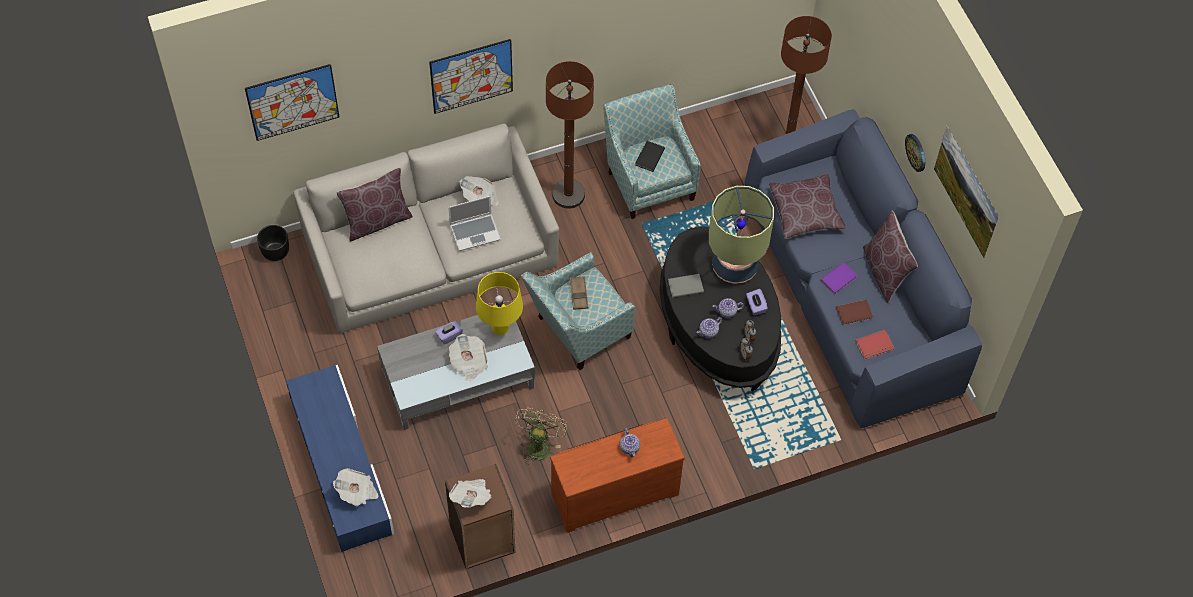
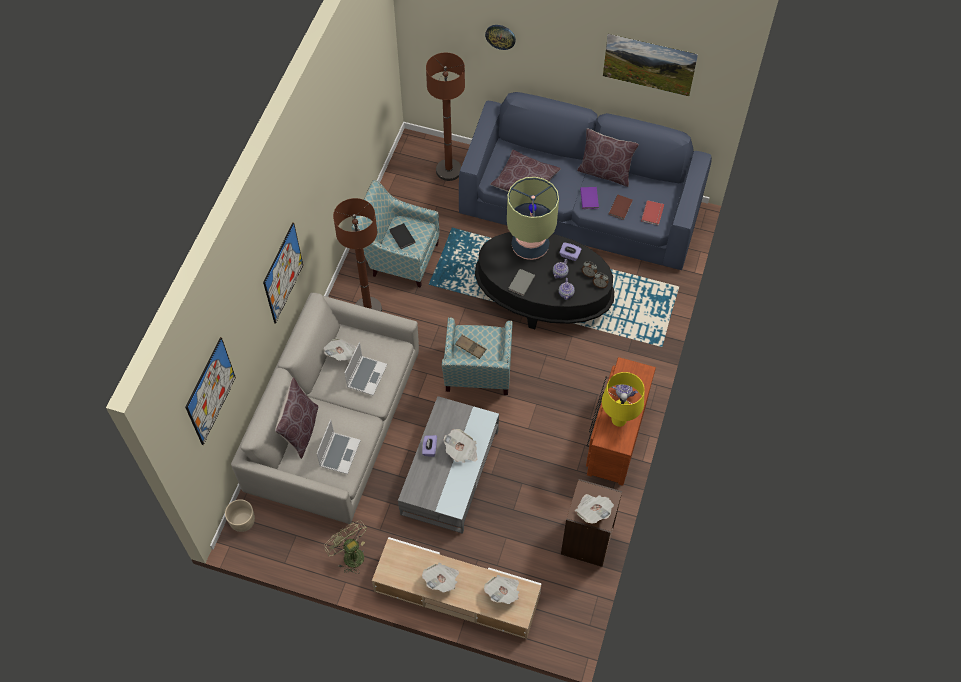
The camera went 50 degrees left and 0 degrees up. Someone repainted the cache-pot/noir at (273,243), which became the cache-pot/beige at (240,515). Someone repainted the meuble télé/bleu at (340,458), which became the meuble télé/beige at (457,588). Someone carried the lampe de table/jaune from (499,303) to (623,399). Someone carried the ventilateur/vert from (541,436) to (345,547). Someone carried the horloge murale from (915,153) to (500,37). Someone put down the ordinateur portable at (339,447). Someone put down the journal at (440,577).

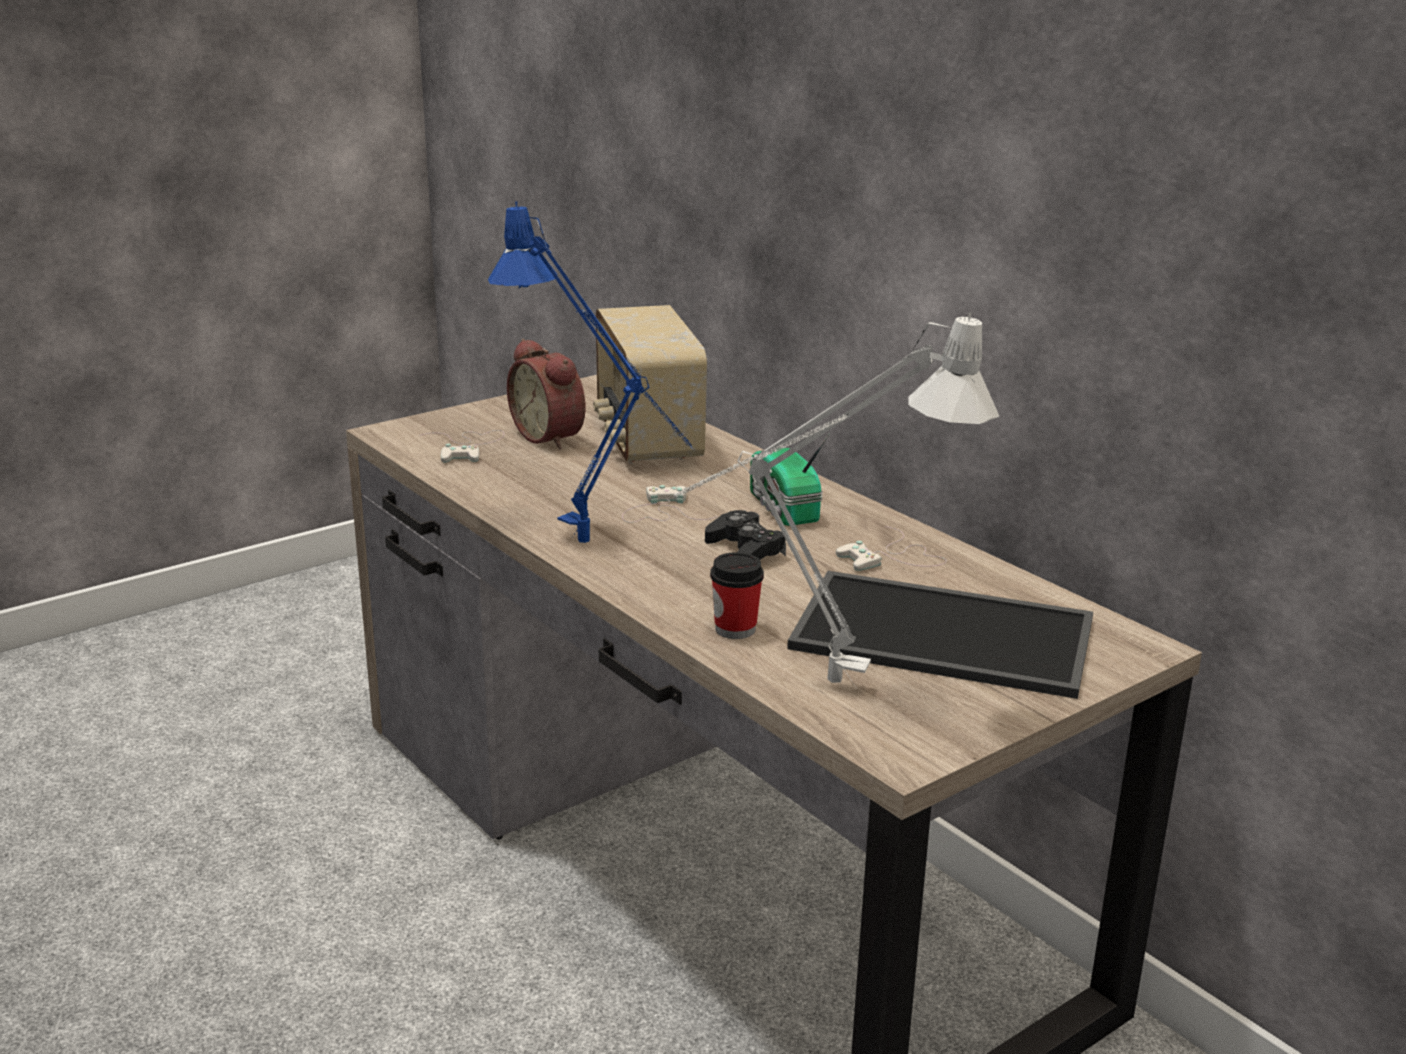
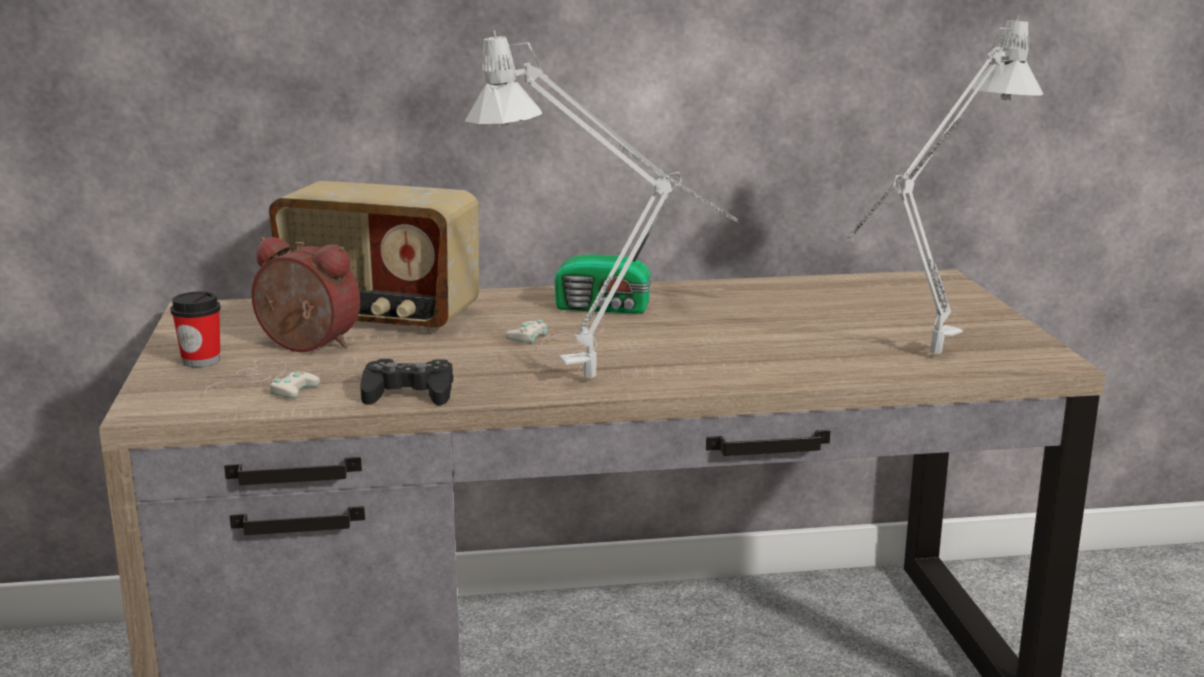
The camera went 60 degrees left and 5 degrees down. Someone repainted the lampe de table/bleu at (590,372), which became the lampe de table/gris at (602,205). Someone rotated the réveil at (546,394) by 150 degrees counterclockwise. Someone carried the manette/noir from (745,535) to (406,382). Someone carried the tasse from (737,595) to (195,329). Someone took away the plateau at (940,635). Someone took away the manette/blanc at (891,548).

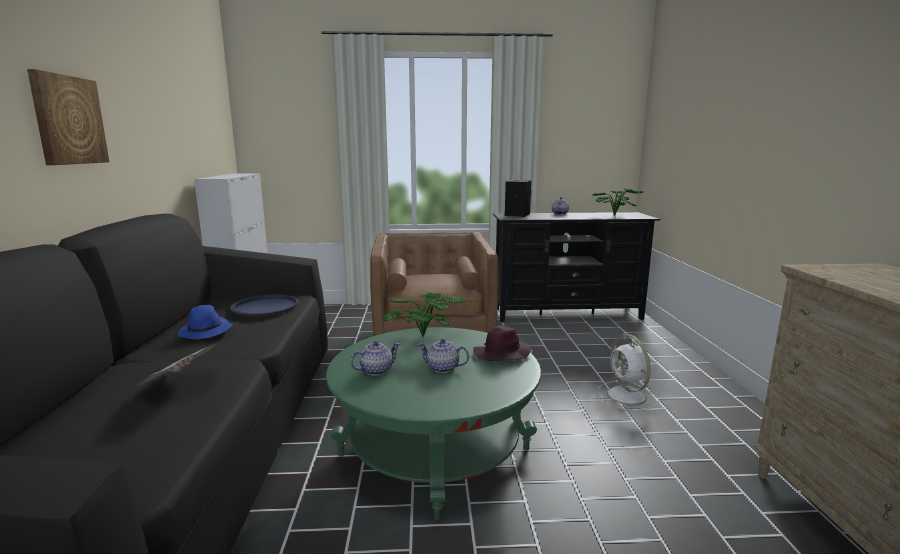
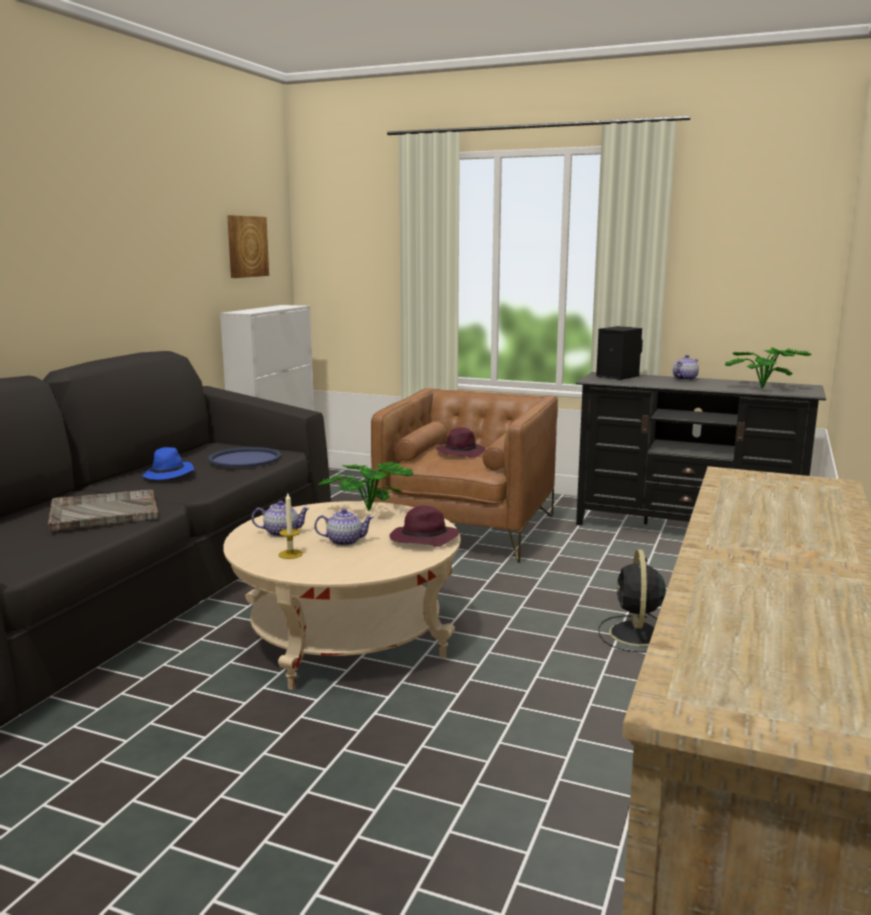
The camera went 25 degrees right and 0 degrees up. Someone carried the tableau from (68,117) to (248,246). Someone swapped the journal at (174,366) for the plateau/gris at (103,510). Someone repainted the table basse/vert at (433,423), which became the table basse/beige at (342,595). Someone rotated the théière at (443,355) by 135 degrees clockwise. Someone repainted the ventilateur/blanc at (628,372), which became the ventilateur/noir at (632,601). Someone put down the bougie at (290,526). Someone put down the chapeau/violet at (461,442).

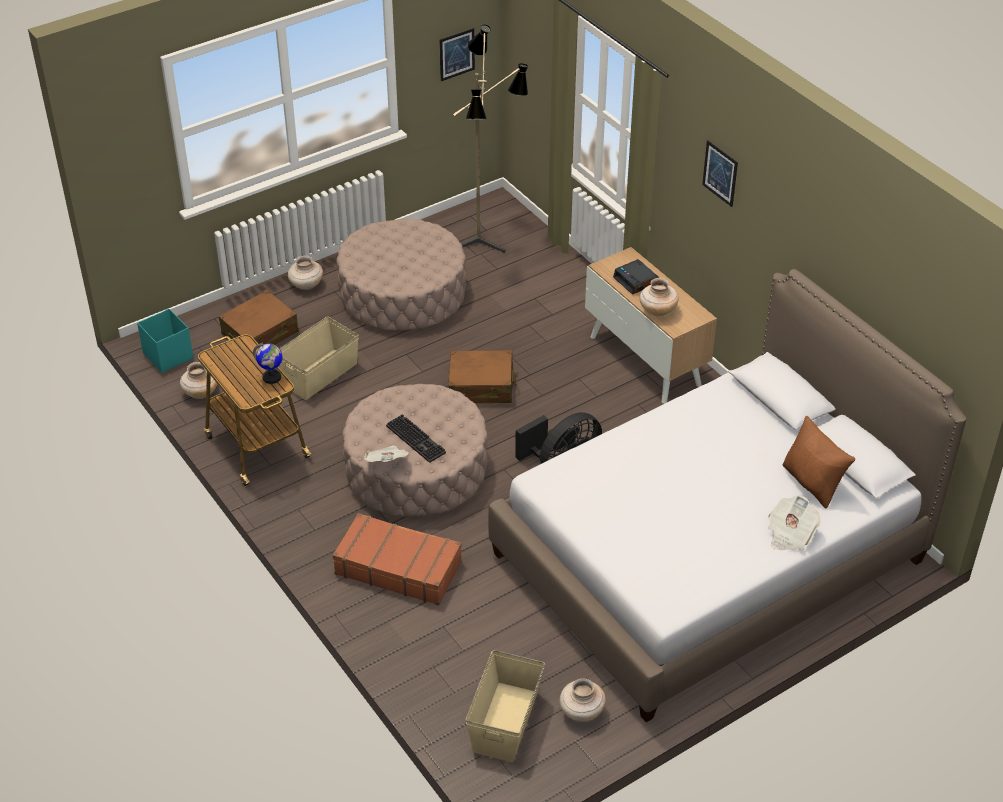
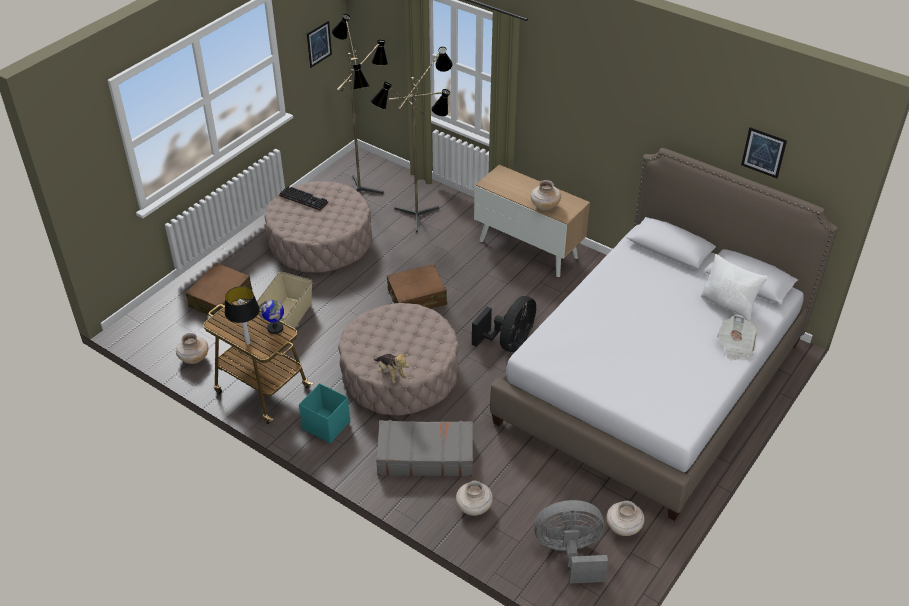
The camera went 20 degrees left and 0 degrees up. Someone carried the boîte de rangement/turquoise from (165,341) to (324,413). Someone carried the vase/beige from (305,272) to (474,498). Someone repainted the valise/marron at (397,559), which became the valise/gris at (424,448). Someone swapped the journal at (387,453) for the peluche at (391,367). Someone carried the clavier from (416,438) to (303,198). Someone swapped the boîte de rangement/beige at (505,706) for the ventilateur/gris at (571,542). Someone took away the réveil at (636,277). Someone carried the tableau from (720,173) to (764,152). Someone repainted the coussin/marron at (819,461), which became the coussin/blanc at (734,287). Someone put down the lampe de table at (242,315). Someone put down the lampadaire at (411,140).

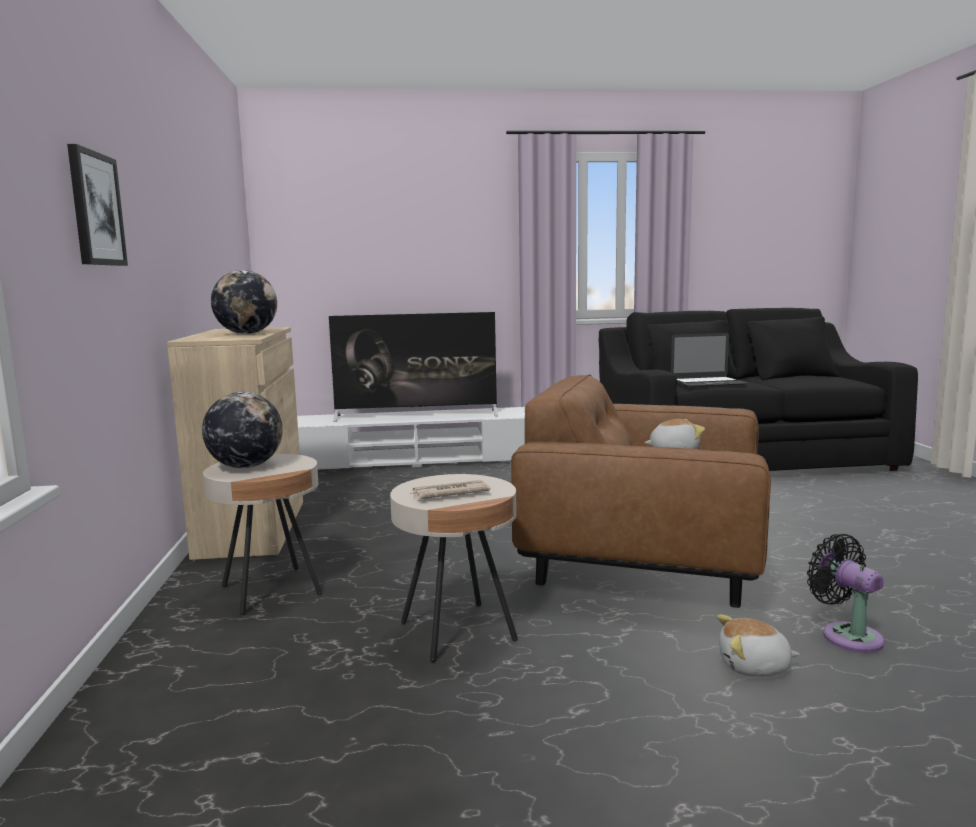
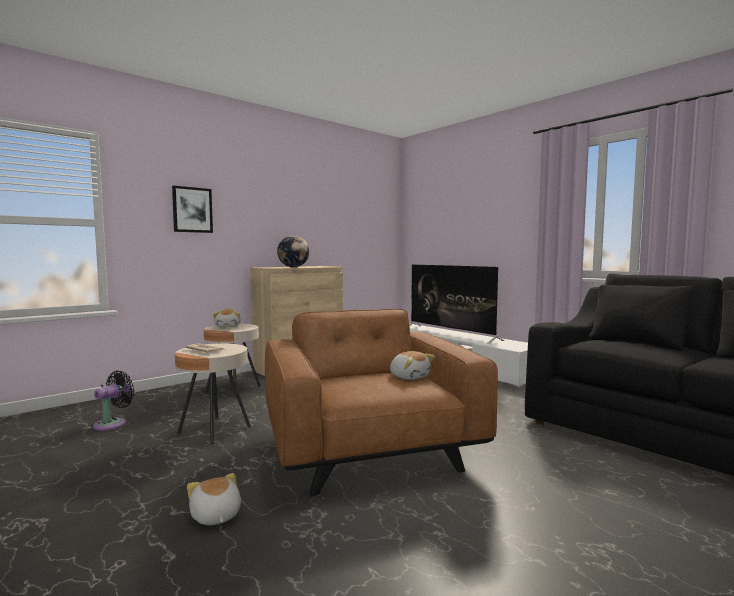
The camera went 55 degrees right and 5 degrees down. Someone swapped the globe at (242,430) for the peluche at (227,318). Someone took away the ordinateur portable at (709,360). Someone carried the ventilateur/noir from (846,593) to (113,400).

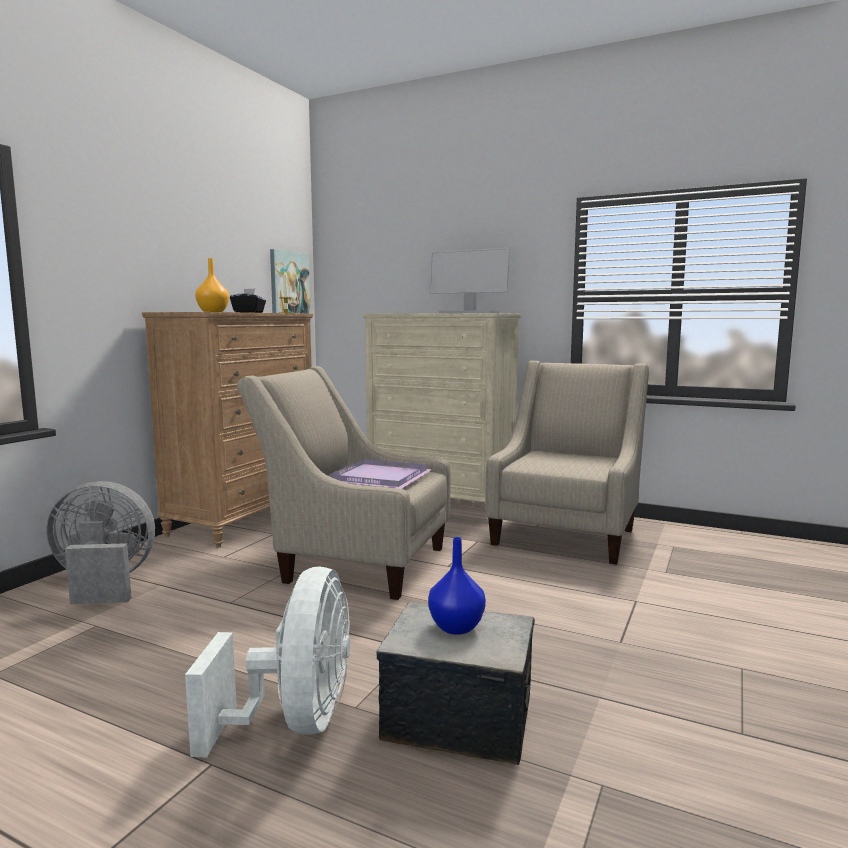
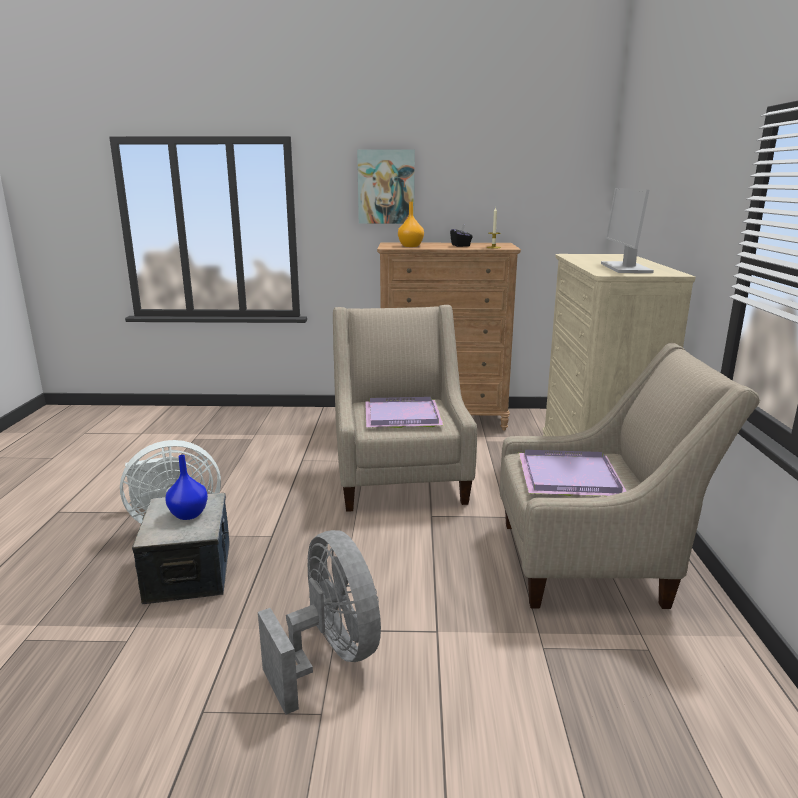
The camera went 65 degrees right and 10 degrees up. Someone carried the ventilateur/gris from (101,542) to (319,622). Someone carried the tableau from (290,285) to (386,186). Someone put down the plateau/violet at (572,473).

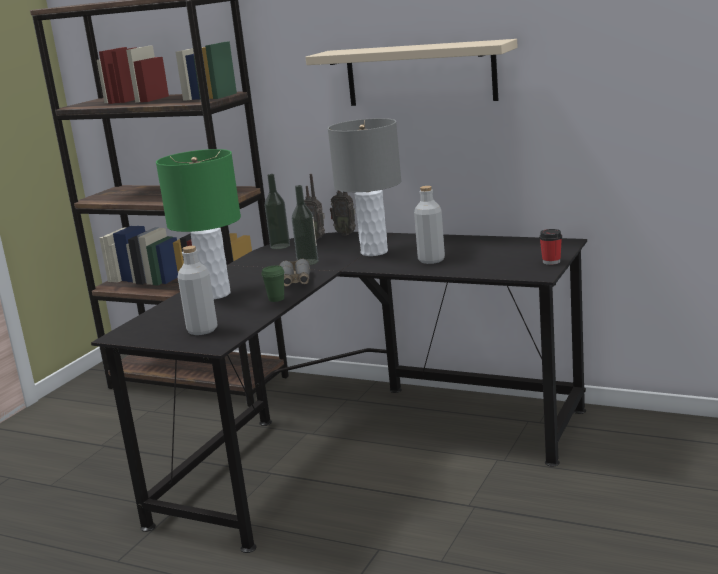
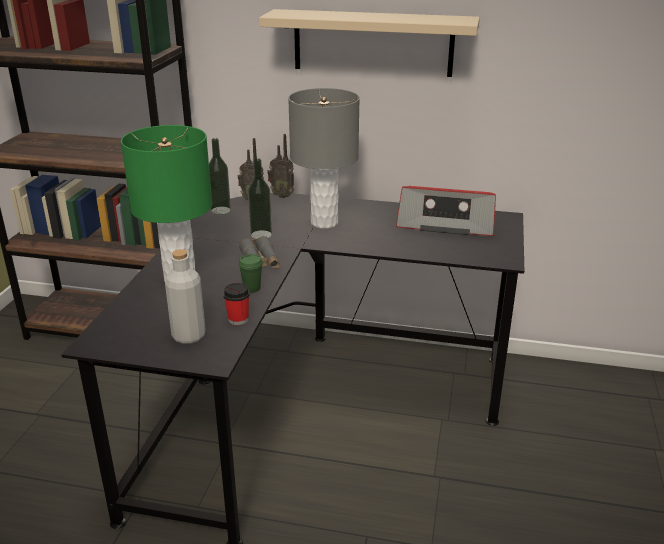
The camera went 15 degrees left and 10 degrees up. Someone took away the bouteille/gris at (429,225). Someone carried the tasse from (550,247) to (236,304). Someone put down the radio at (446,211).

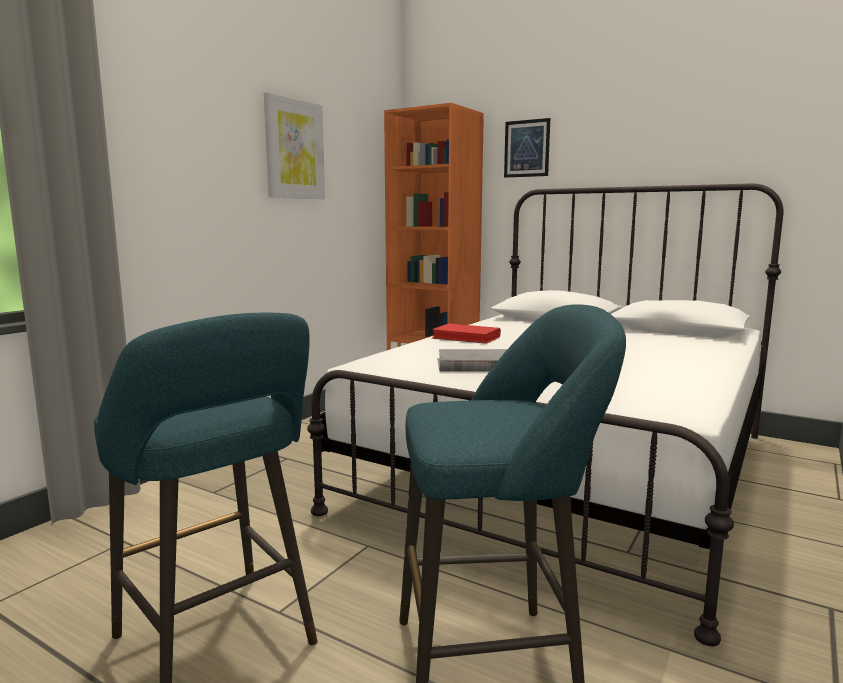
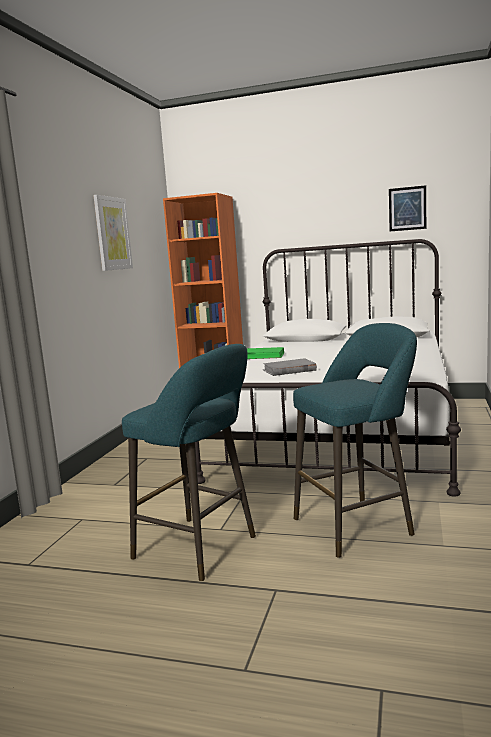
The camera went 15 degrees left and 0 degrees up. Someone repainted the livre/rouge at (466,334), which became the livre/vert at (265,353). Someone carried the tableau from (527,148) to (407,208).

